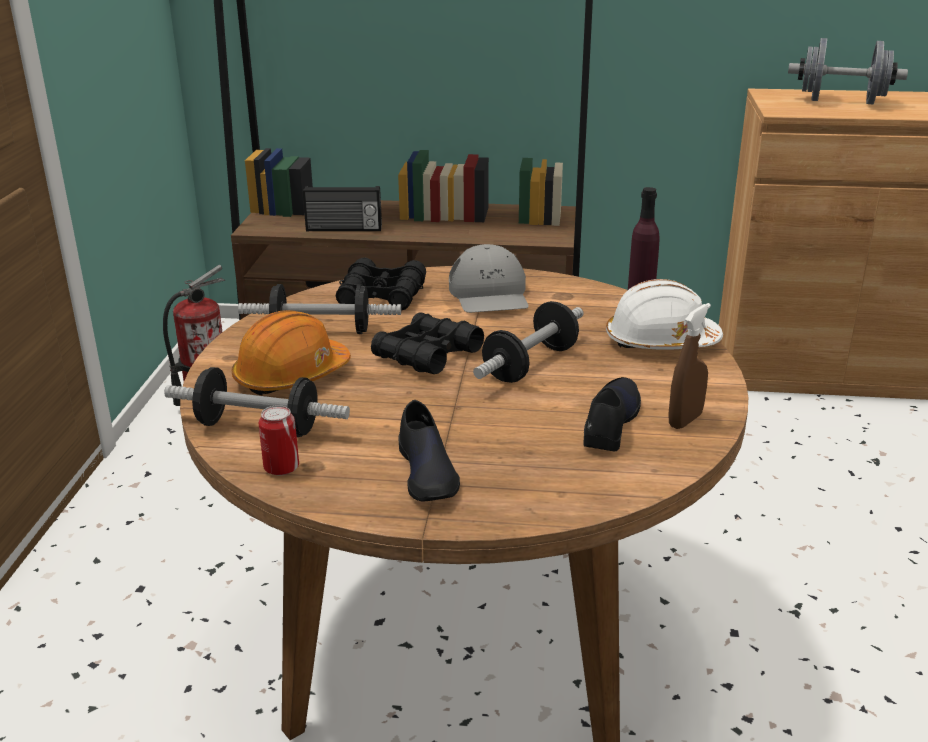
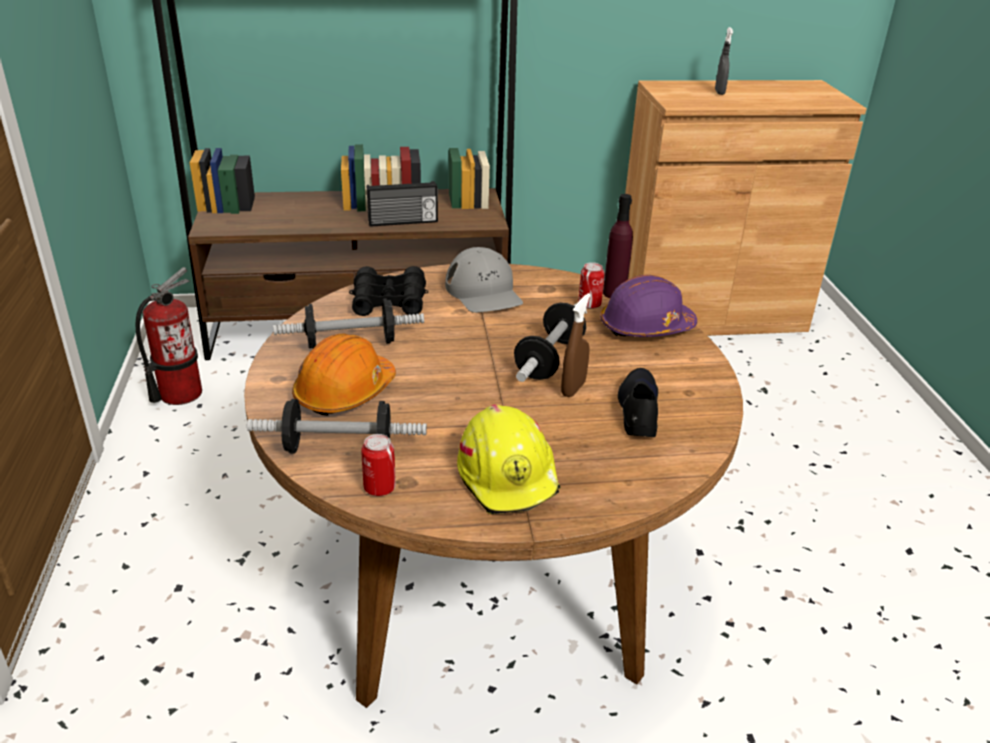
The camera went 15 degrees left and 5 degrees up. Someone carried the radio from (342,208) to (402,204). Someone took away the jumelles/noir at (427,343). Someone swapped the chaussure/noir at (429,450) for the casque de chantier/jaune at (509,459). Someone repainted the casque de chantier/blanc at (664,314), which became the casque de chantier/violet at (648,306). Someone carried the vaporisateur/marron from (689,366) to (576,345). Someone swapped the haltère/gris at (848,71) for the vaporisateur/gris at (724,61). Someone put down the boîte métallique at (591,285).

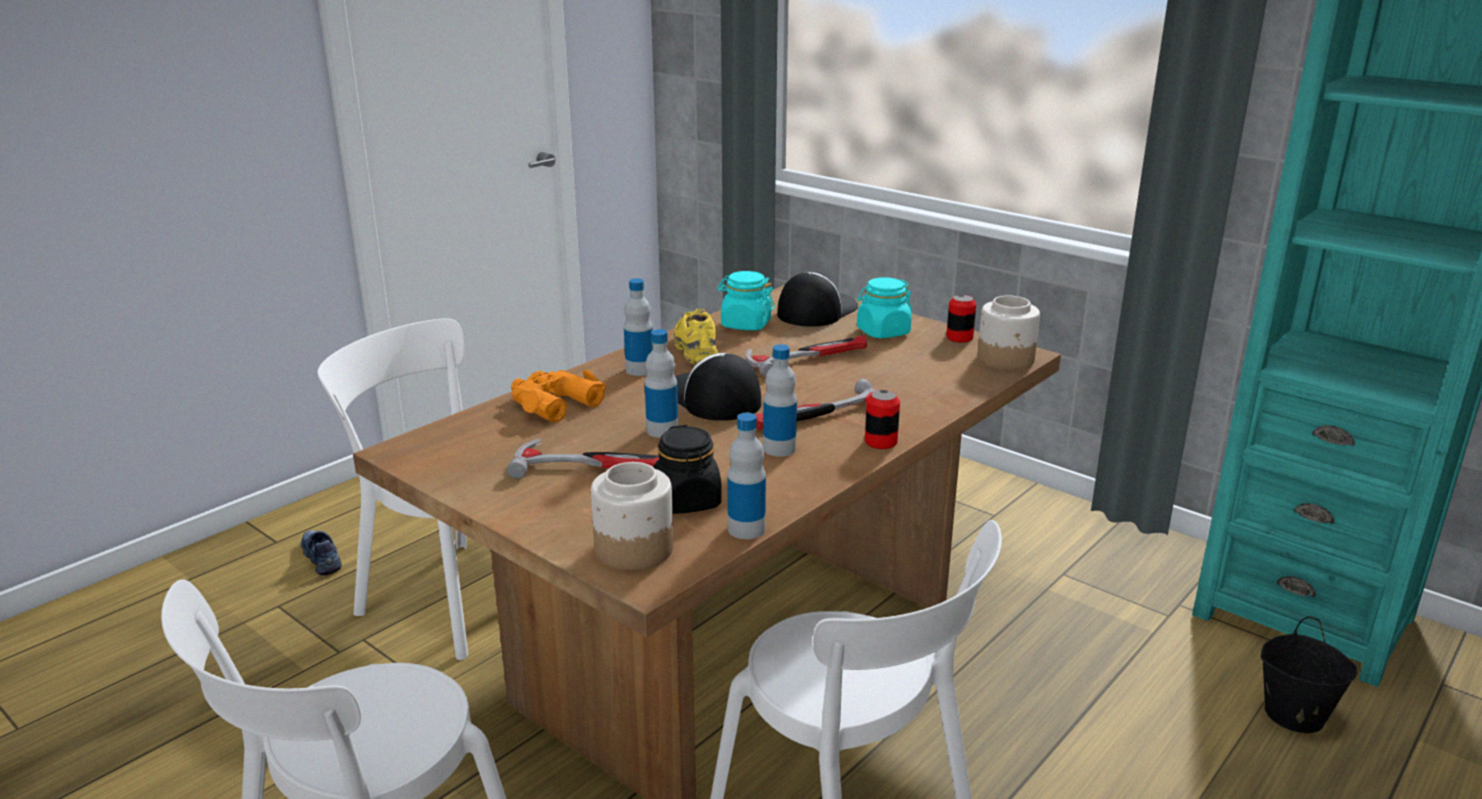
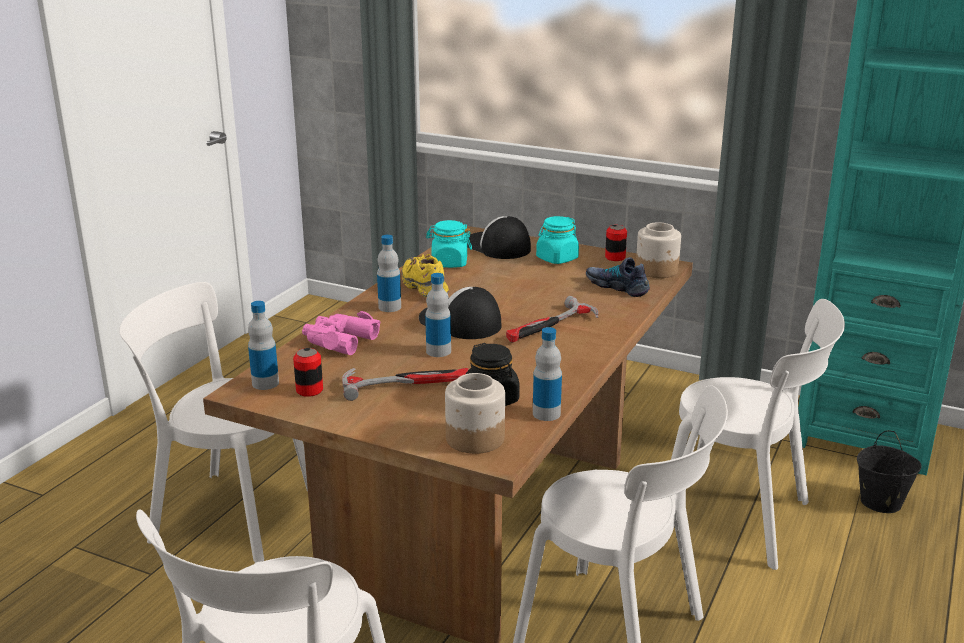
The camera went 15 degrees left and 0 degrees up. Someone carried the chaussure from (321,552) to (618,277). Someone repainted the jumelles/orange at (558,396), which became the jumelles/rose at (341,333). Someone took away the marteau at (806,356). Someone carried the bouteille from (780,400) to (263,345). Someone rotated the casquette at (817,299) by 60 degrees counterclockwise. Someone carried the boîte métallique from (882,419) to (308,372). Someone put down the chaise/blanc at (758,434).

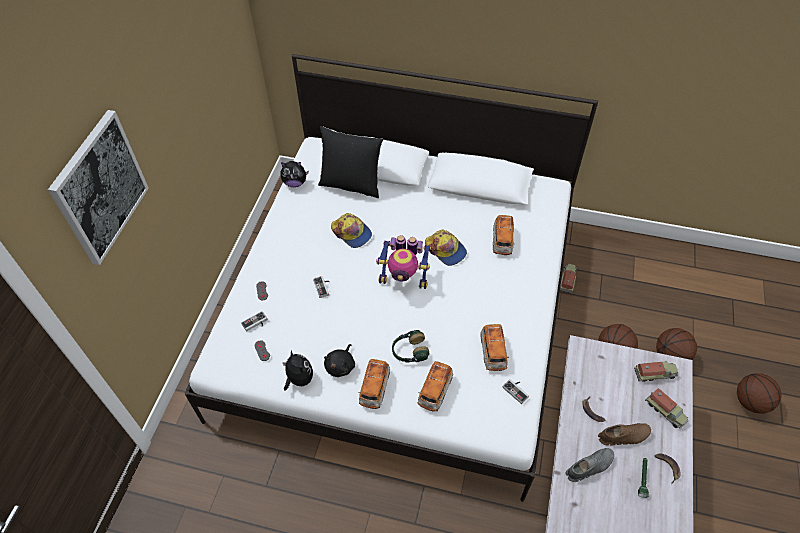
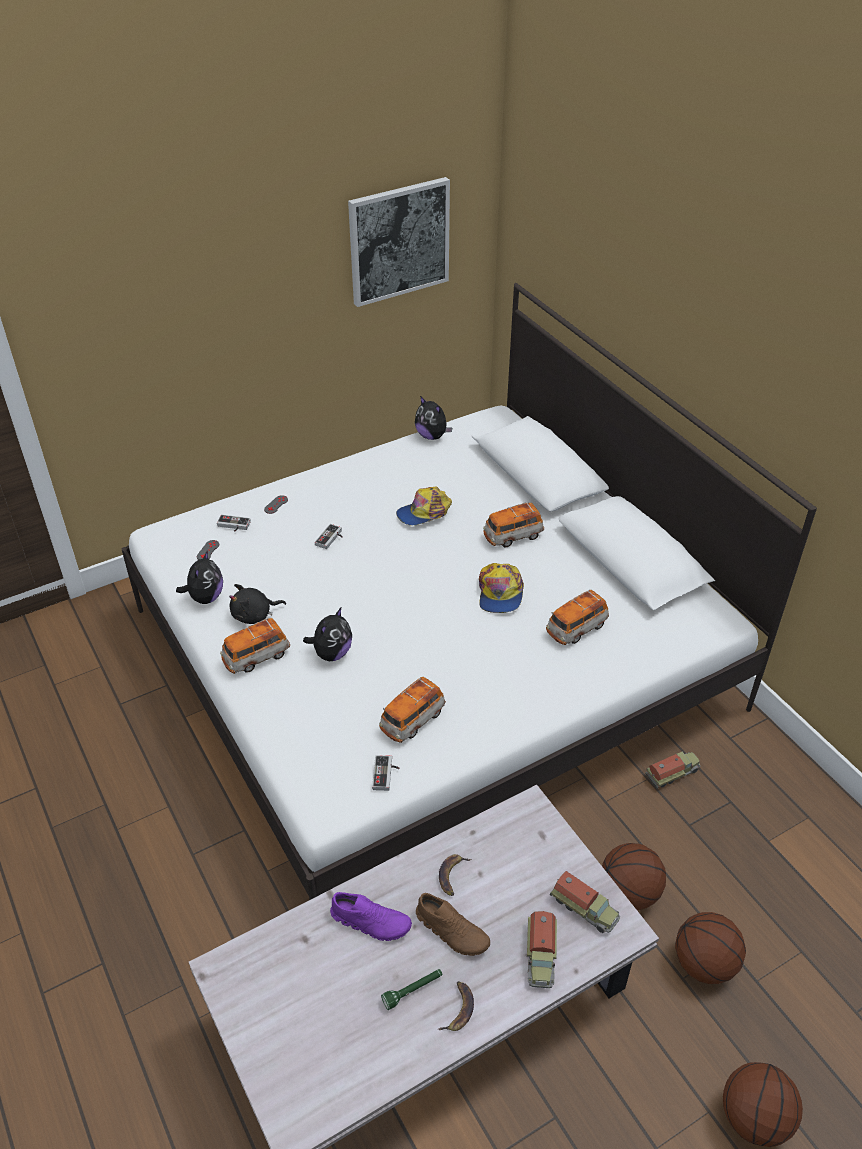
The camera went 45 degrees right and 10 degrees down. Someone carried the tableau from (98,187) to (399,242). Someone took away the coussin/noir at (350,162). Someone rotated the casquette at (351,230) by 60 degrees clockwise. Someone took away the robot jouet at (403,262). Someone swapped the casque audio at (410,346) for the peluche at (327,634). Someone carried the petite voiture from (435,386) to (513,524). Someone repainted the chaussure/gris at (590,465), which became the chaussure/violet at (371,916).

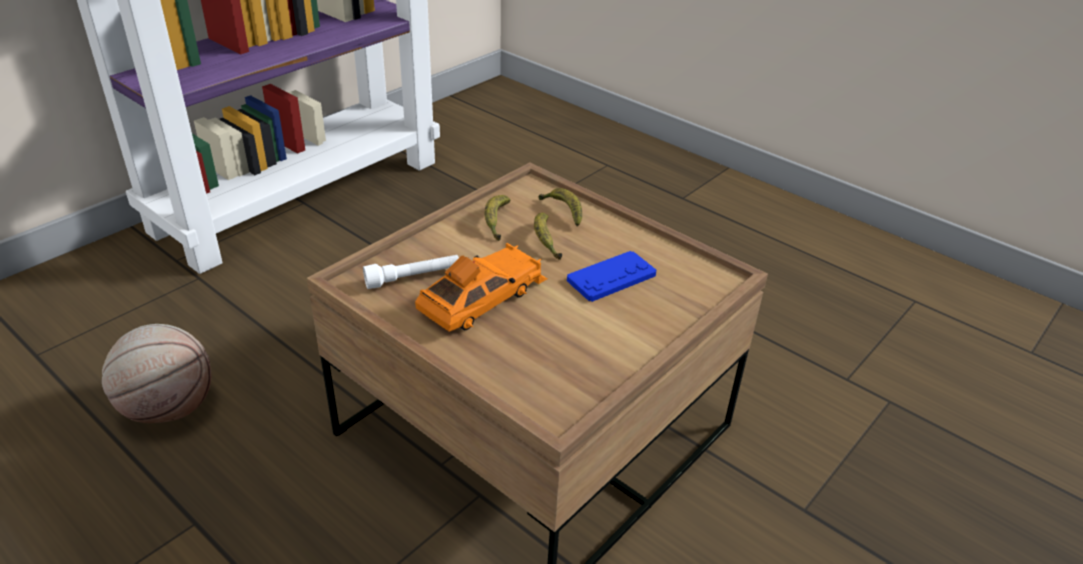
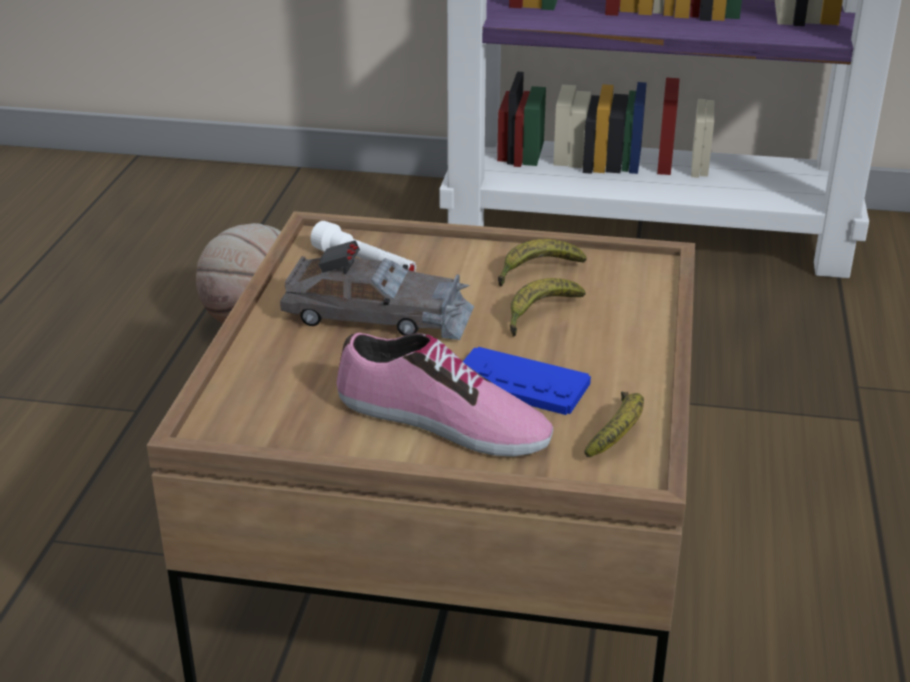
The camera went 60 degrees right and 5 degrees down. Someone repainted the petite voiture/orange at (481,287), which became the petite voiture/gris at (377,290). Someone carried the banane from (560,207) to (614,424). Someone put down the chaussure at (445,395).

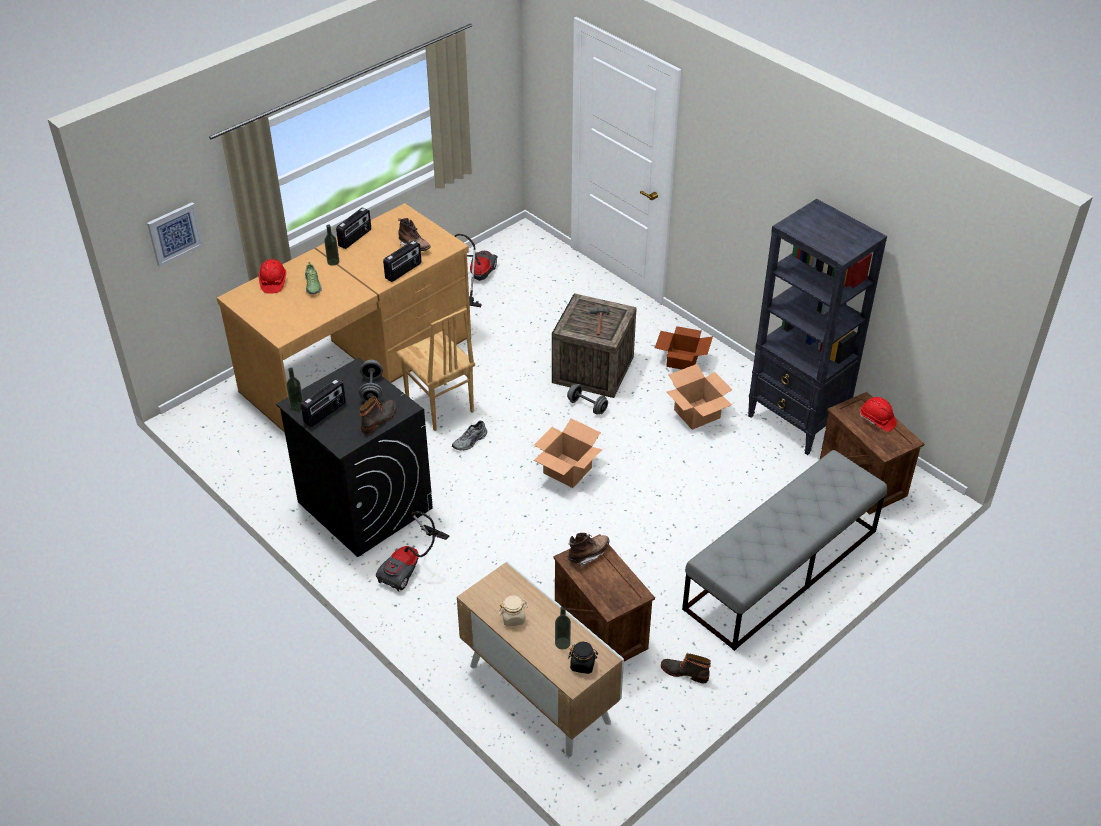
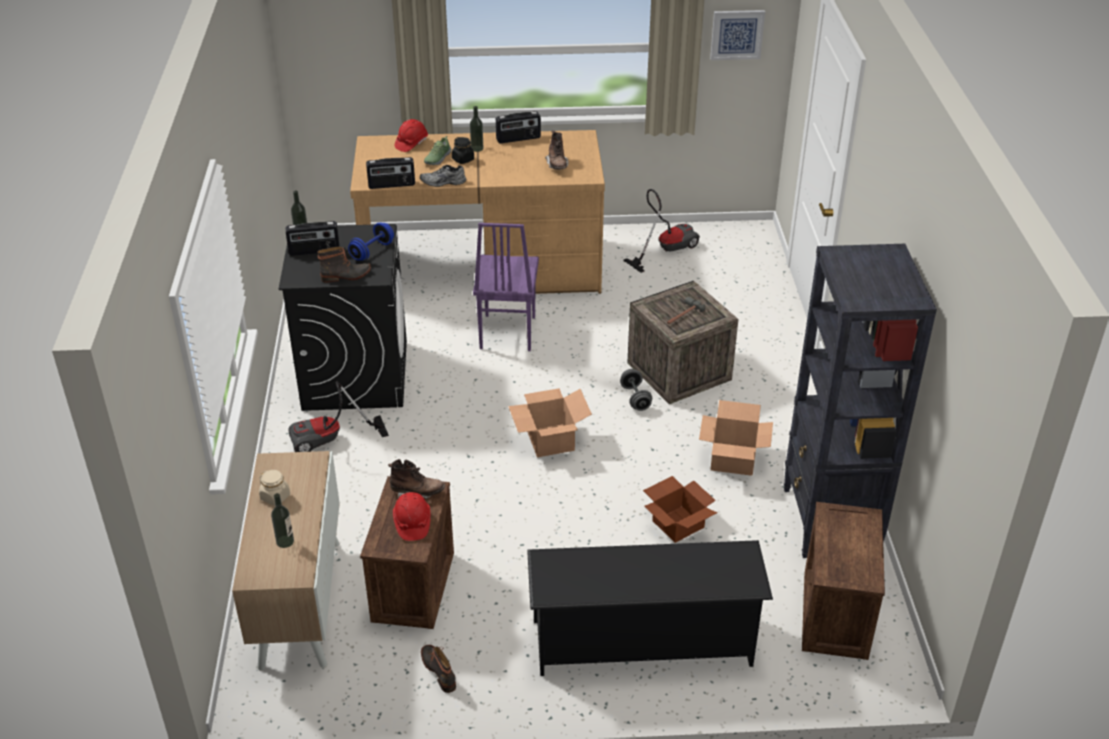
The camera went 40 degrees right and 5 degrees down. Someone carried the tableau from (175,234) to (737,35). Someone repainted the haltère/gris at (371,381), which became the haltère/bleu at (371,242). Someone carried the radio from (402,261) to (390,173). Someone repainted the chaise/marron at (435,369), which became the chaise/violet at (506,287). Someone carried the chaussure/gris from (469,435) to (443,176). Someone carried the bocal/noir from (583,658) to (463,150). Someone carried the carton from (684,348) to (680,509). Someone swapped the banc/gris at (784,550) for the étagère à chaussures/noir at (650,608). Someone carried the casque de chantier/rouge from (878,414) to (412,516).

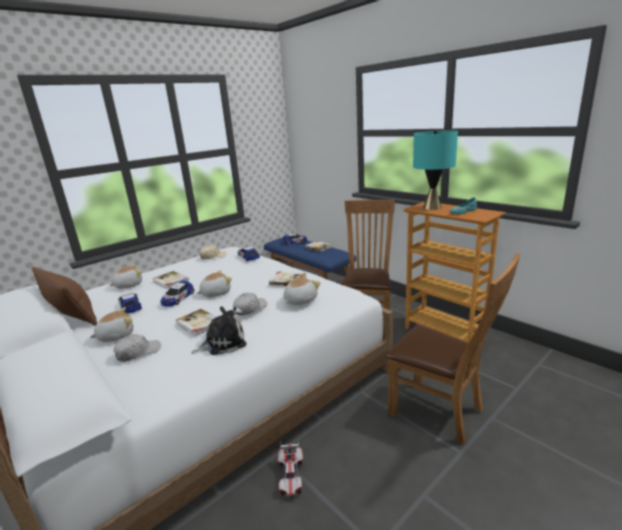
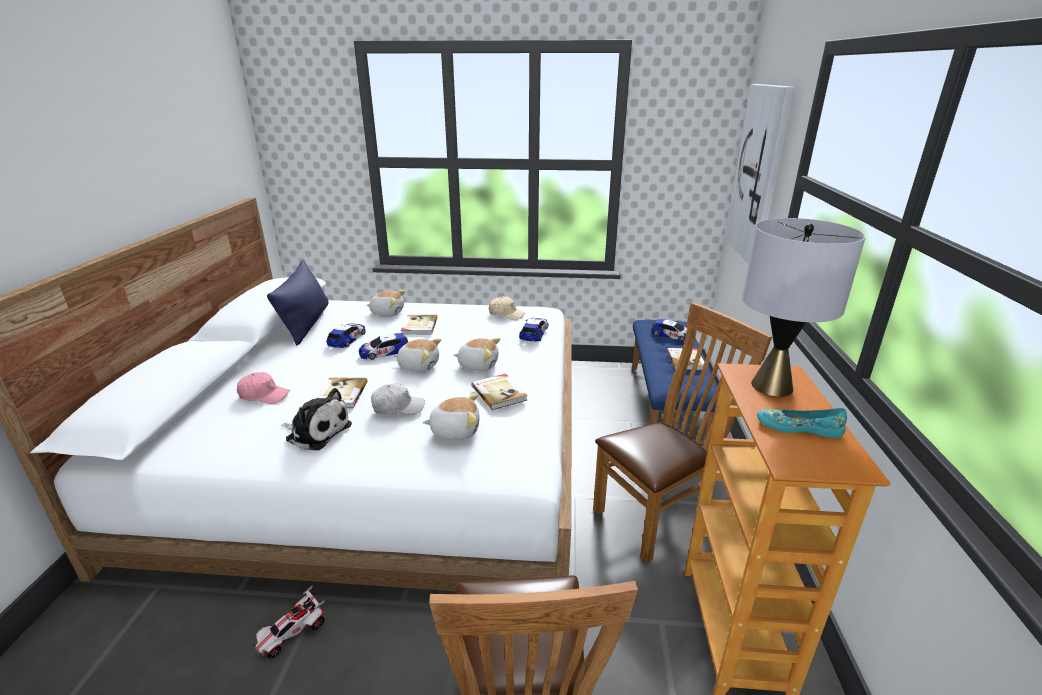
The camera went 45 degrees right and 5 degrees up. Someone repainted the coussin/marron at (64,296), which became the coussin/bleu at (298,303). Someone carried the peluche from (111,324) to (476,354). Someone repainted the casquette/blanc at (137,348), which became the casquette/rose at (263,388). Someone repainted the lampe de table/turquoise at (435,170), which became the lampe de table/gris at (804,307). Someone put up the tableau at (760,173).

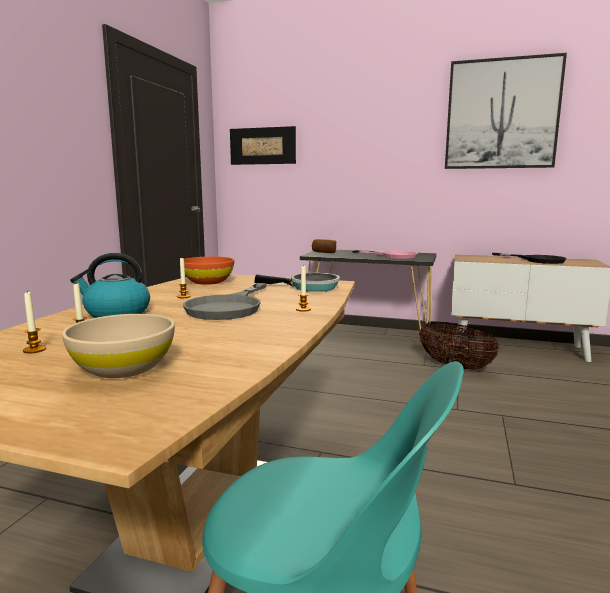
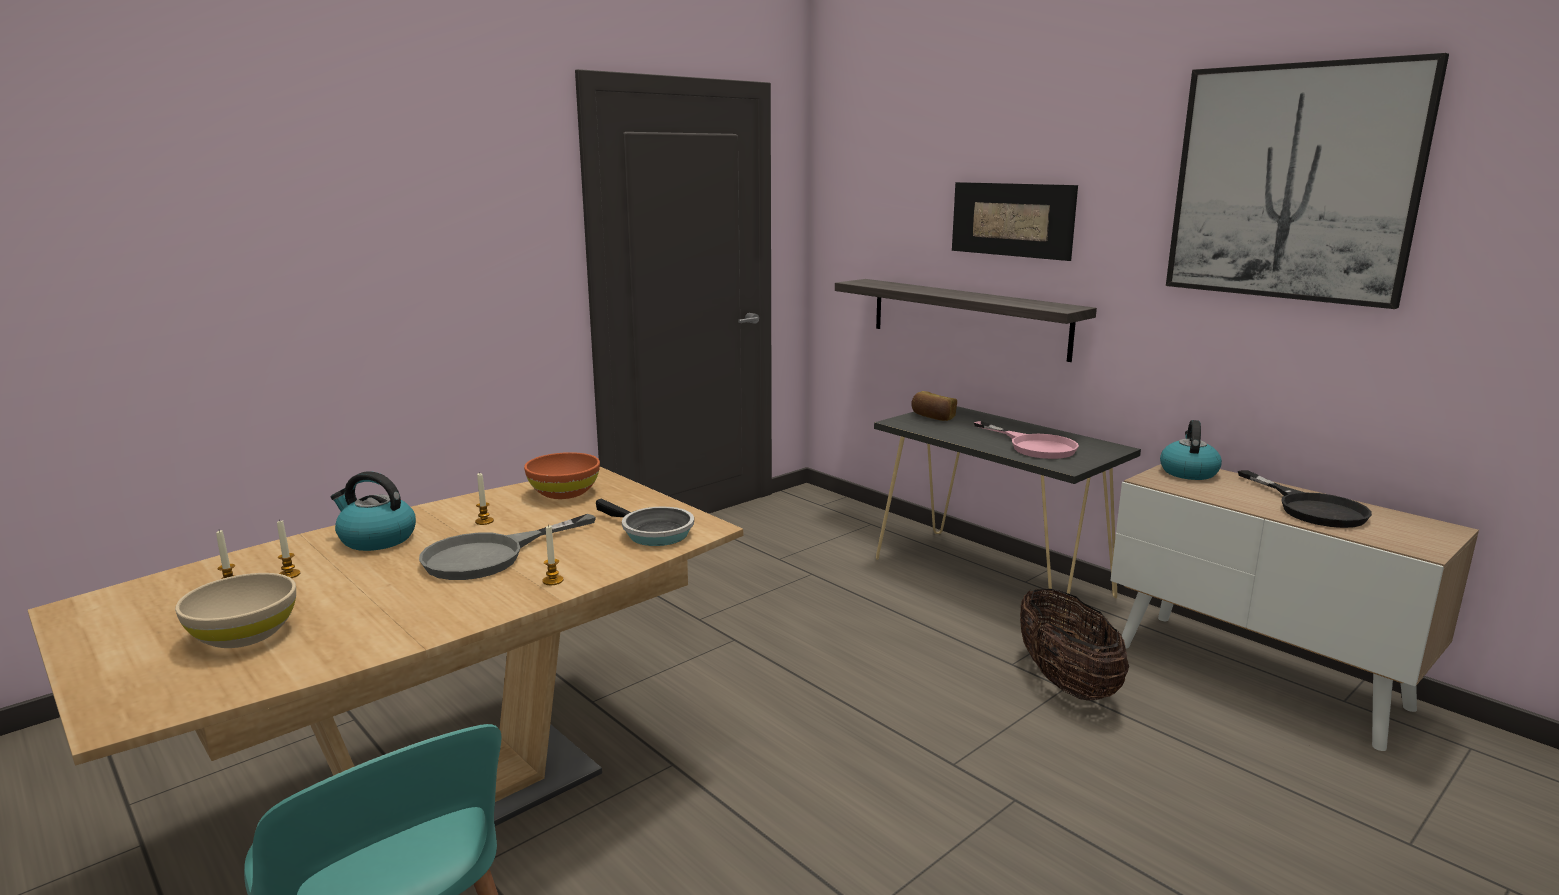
The camera went 30 degrees right and 5 degrees up. Someone carried the tableau from (263,145) to (1015,221). Someone put up the étagère at (966,320). Someone put down the bouilloire at (1191,450).

